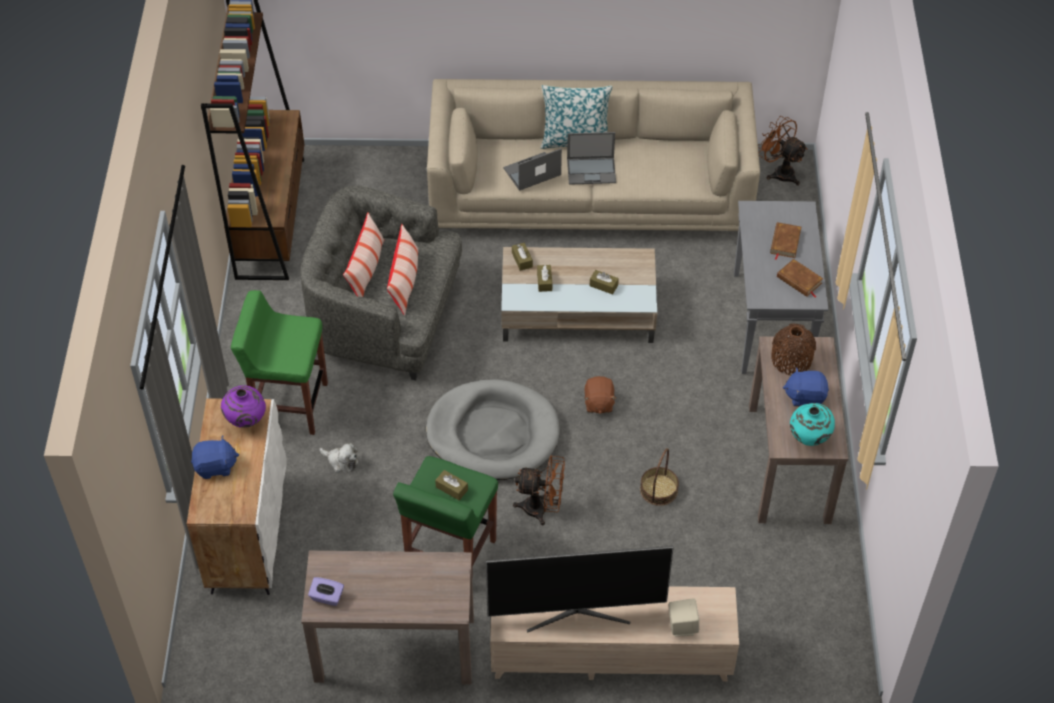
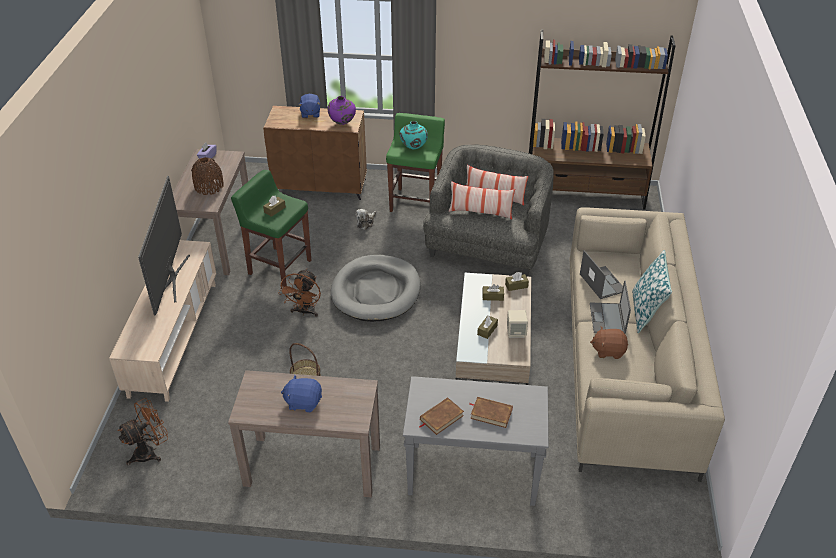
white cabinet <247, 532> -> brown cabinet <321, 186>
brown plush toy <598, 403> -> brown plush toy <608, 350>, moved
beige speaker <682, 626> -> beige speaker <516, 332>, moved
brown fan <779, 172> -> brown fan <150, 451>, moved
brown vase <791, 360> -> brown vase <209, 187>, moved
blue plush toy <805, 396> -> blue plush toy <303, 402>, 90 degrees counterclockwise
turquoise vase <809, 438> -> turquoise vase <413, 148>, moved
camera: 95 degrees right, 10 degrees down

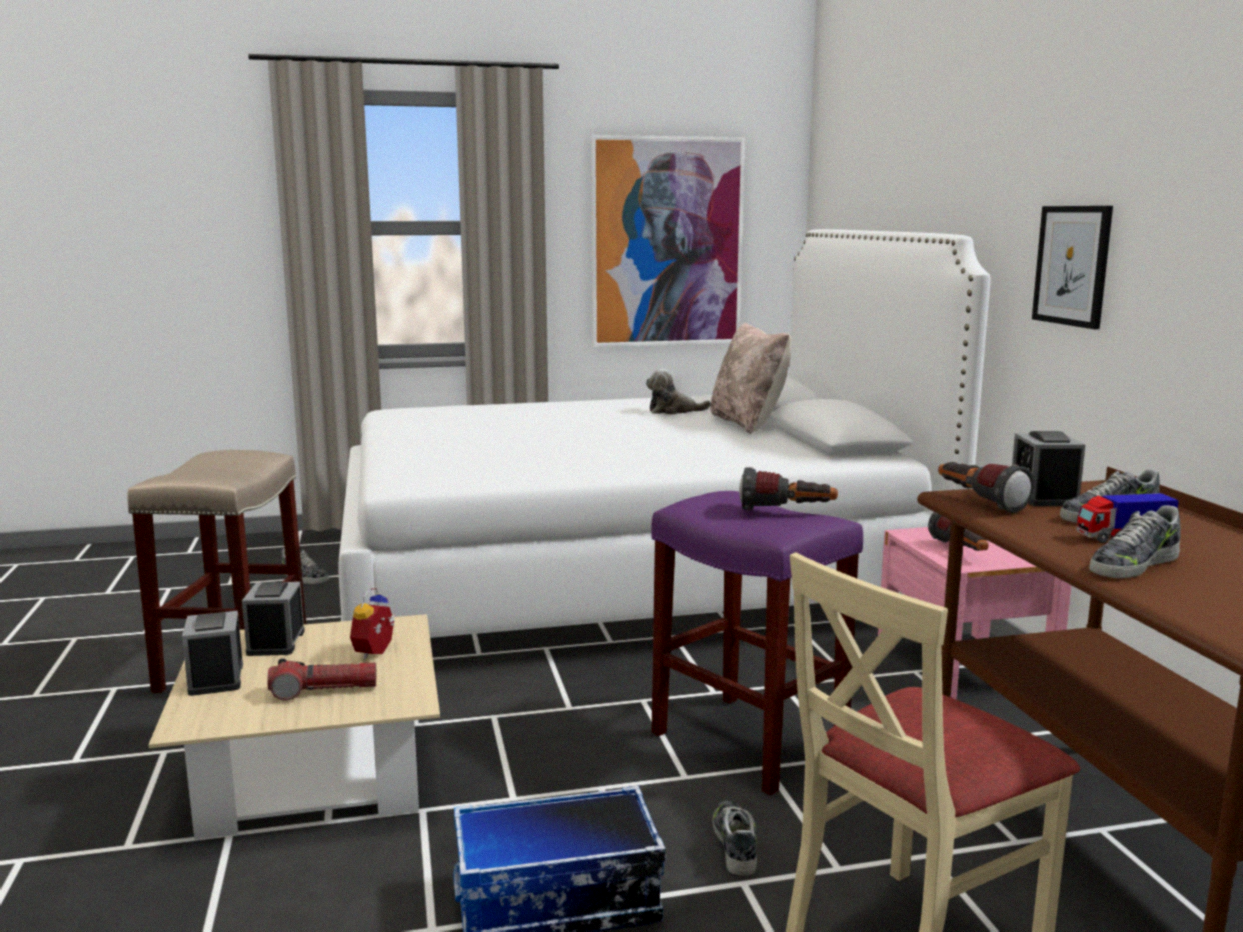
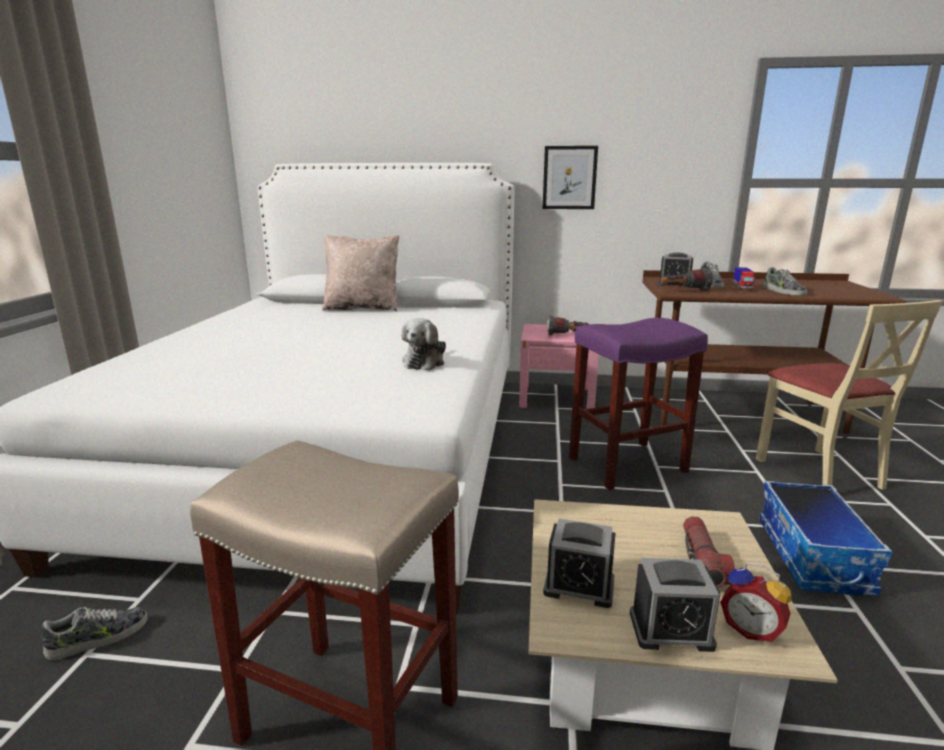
alarm clock <377, 653> -> alarm clock <751, 629>, moved
picture <666, 242> -> none
plush toy <673, 411> -> plush toy <425, 362>, moved
shoe <735, 844> -> none
flashlight <787, 512> -> none
camera: 70 degrees left, 5 degrees up

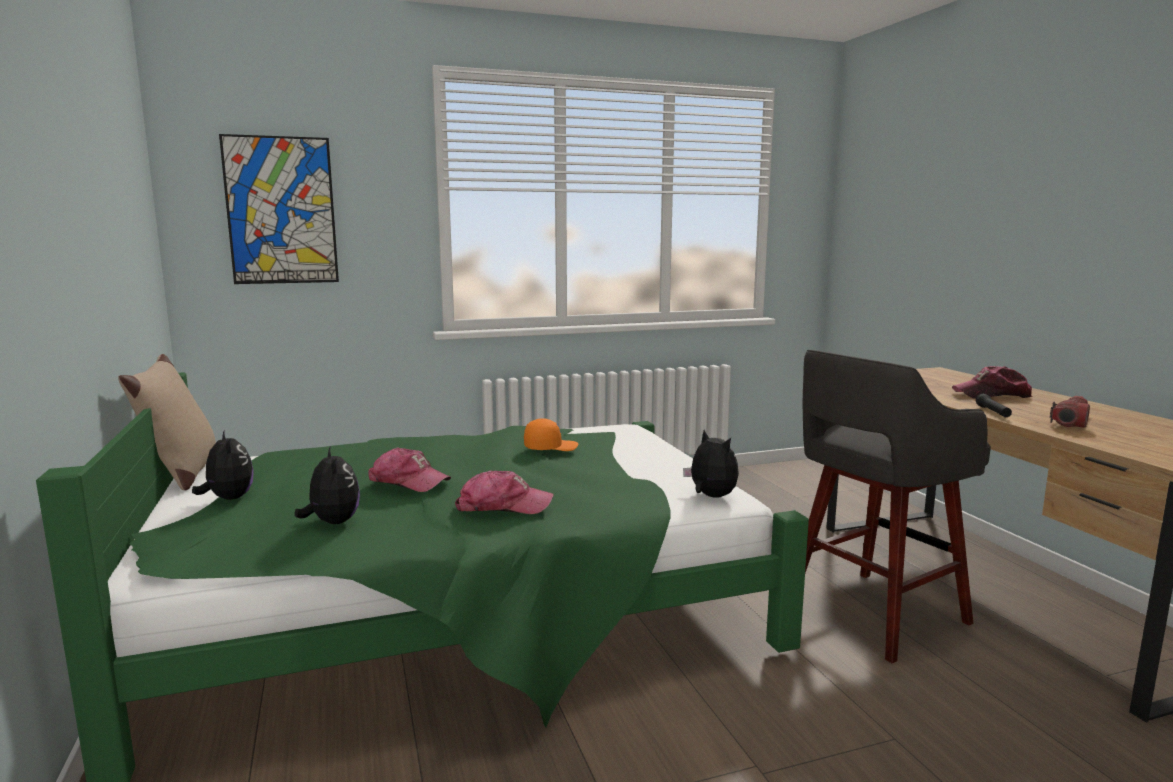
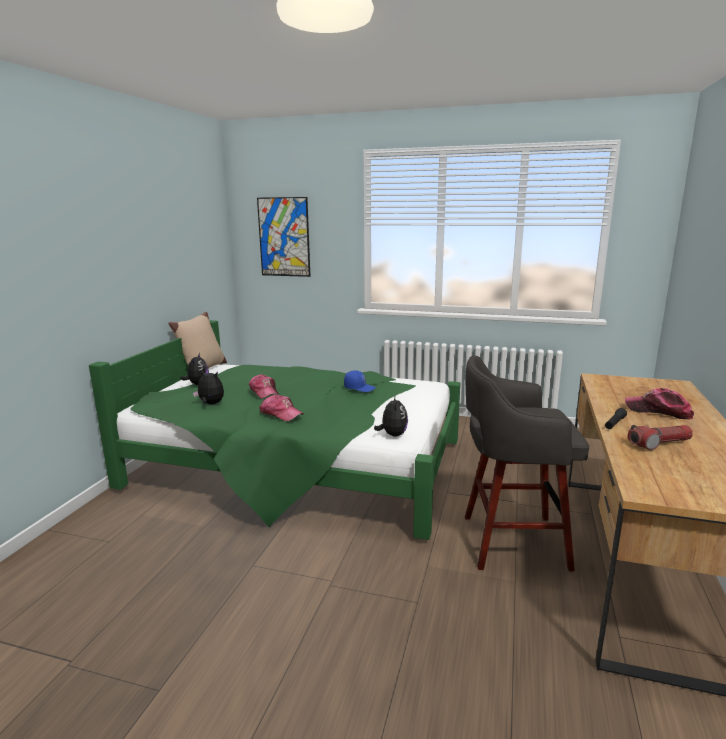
plush toy <332, 522> -> plush toy <210, 404>, 75 degrees counterclockwise
orange cap <550, 447> -> blue cap <359, 388>
camera: 35 degrees right, 5 degrees up

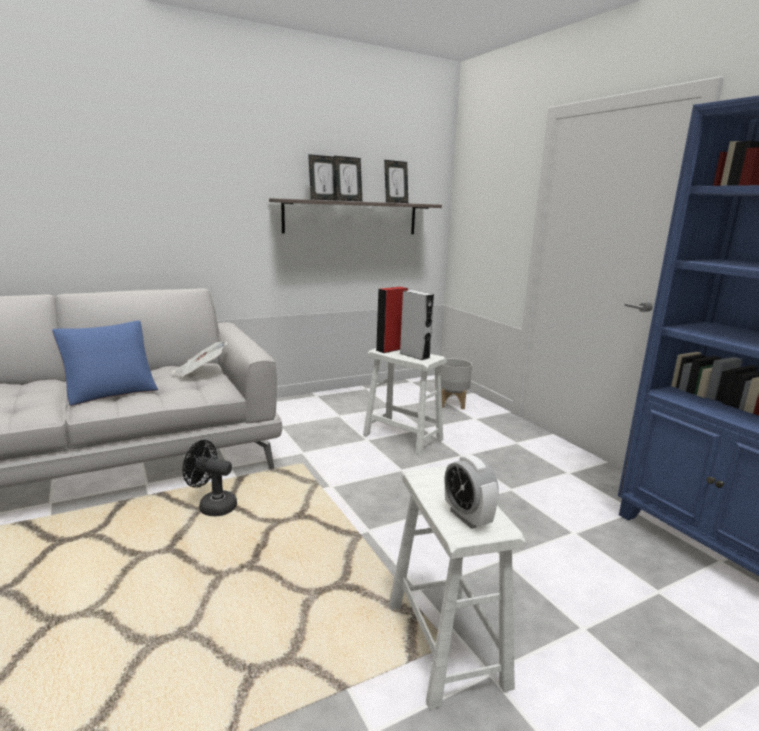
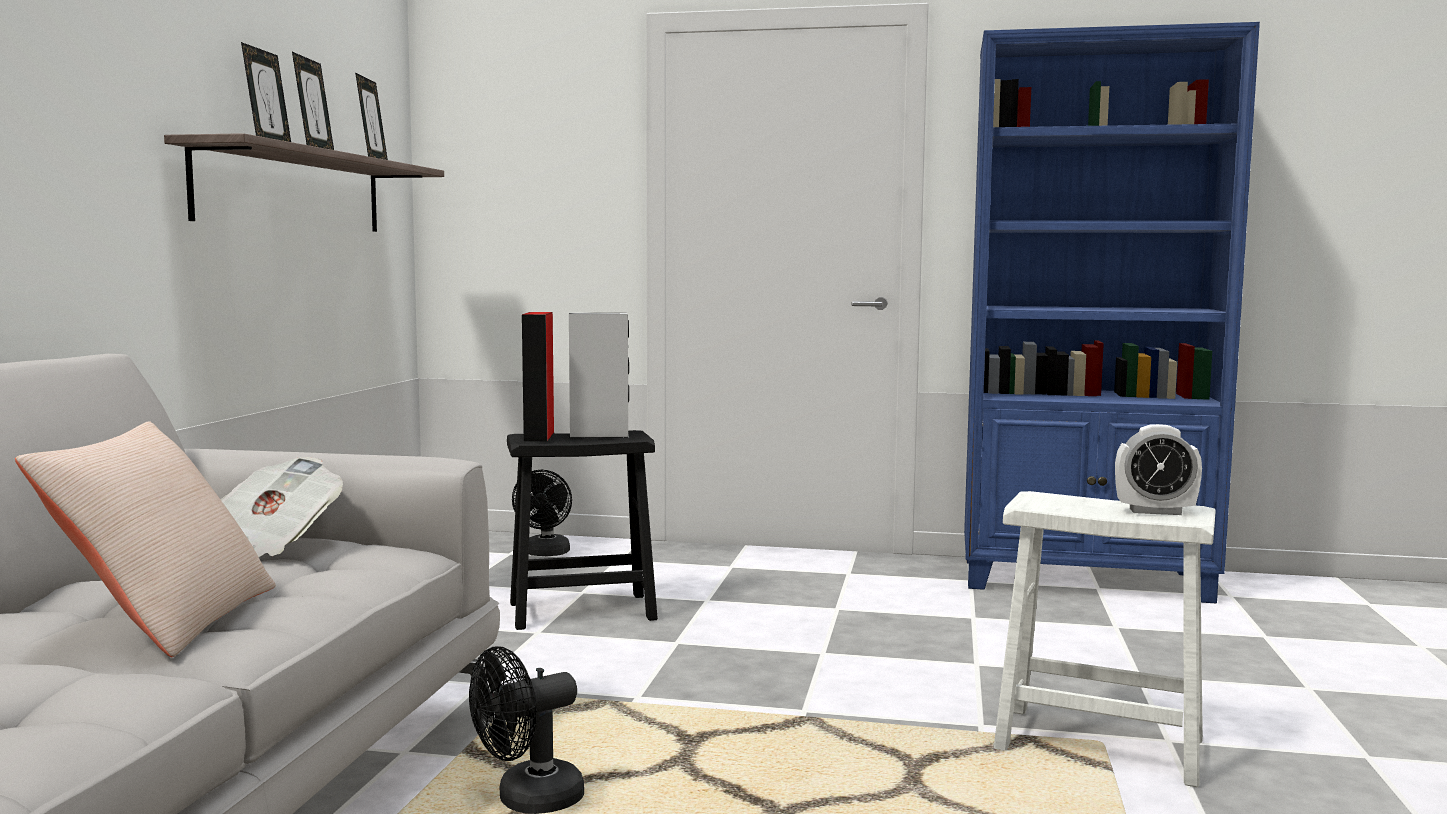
blue pillow <110, 391> -> beige pillow <164, 619>
white stool <403, 437> -> black stool <582, 611>
grey planter <453, 404> -> black fan <546, 554>
camera: 50 degrees left, 10 degrees down

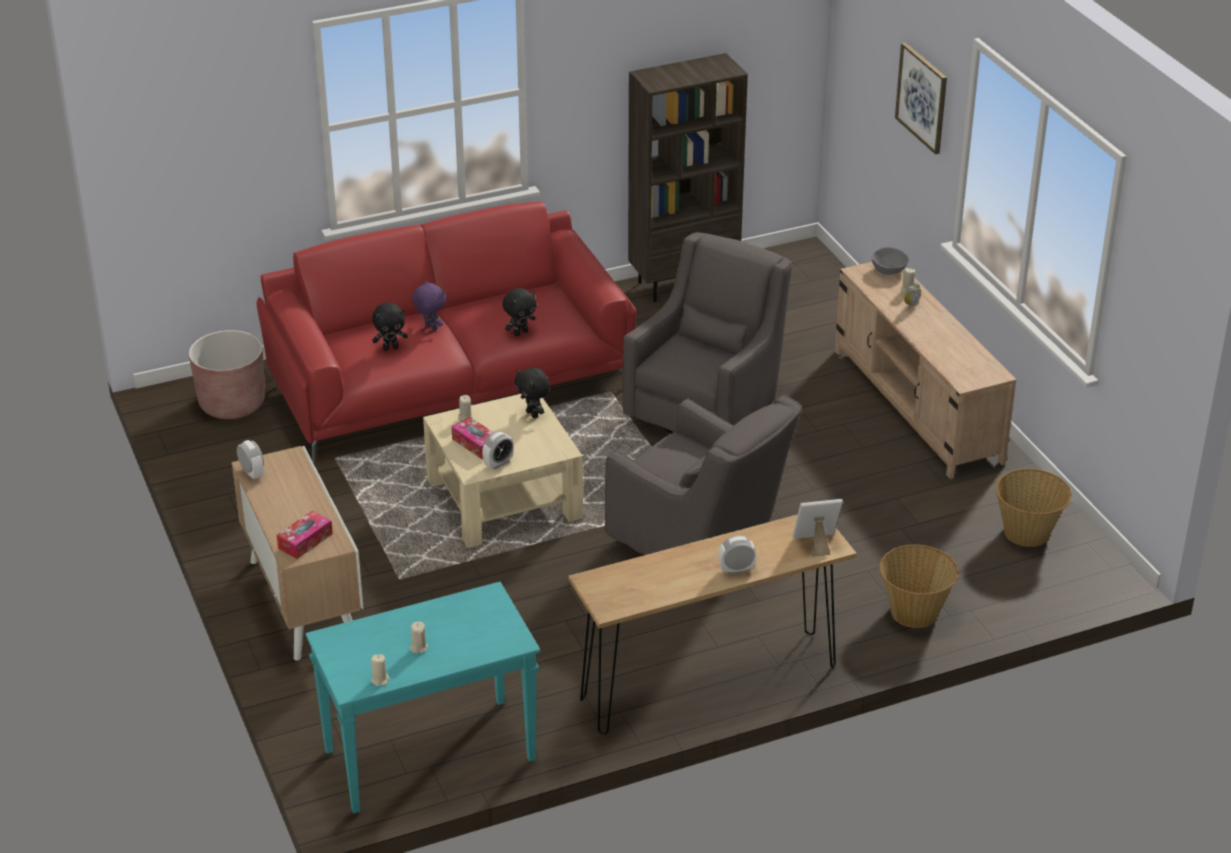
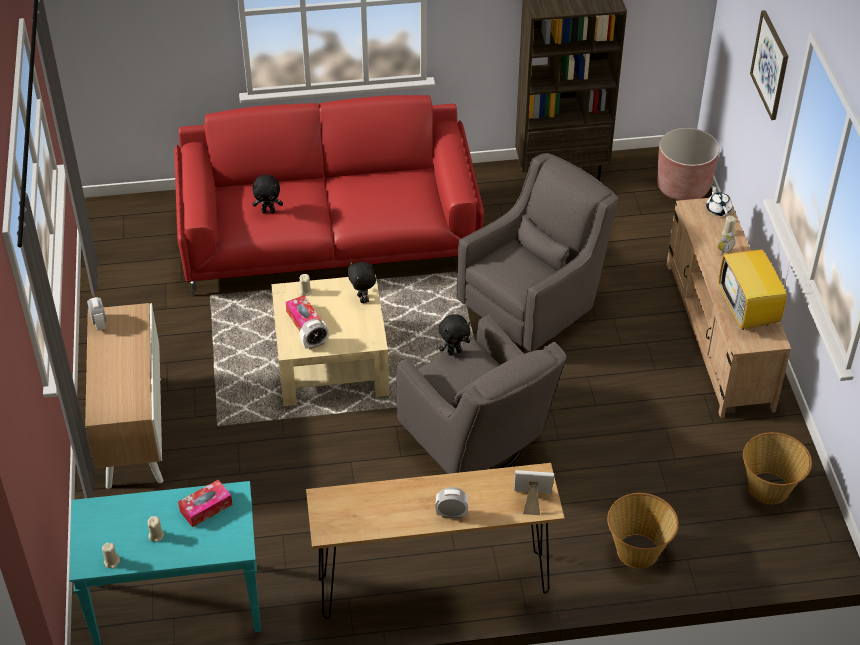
brown planter <232, 404> -> brown planter <683, 187>, moved
tissue box <305, 541> -> tissue box <206, 508>, moved
purple plush toy <430, 328> -> none
black plush toy <520, 333> -> black plush toy <454, 352>, moved
grey bowl <888, 270> -> white teapot <718, 209>
none -> television <749, 312>
camera: 15 degrees right, 10 degrees up

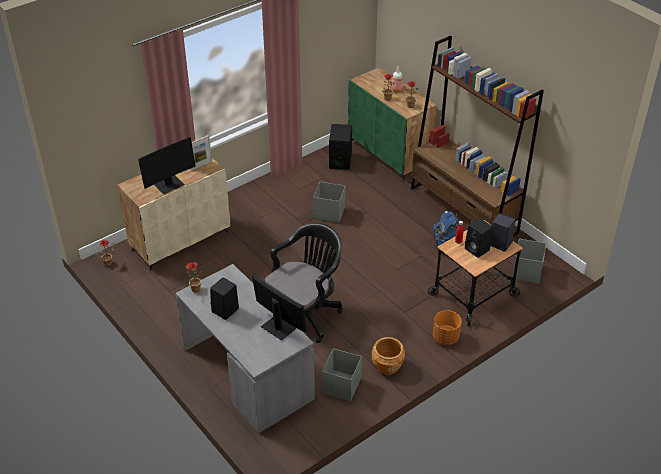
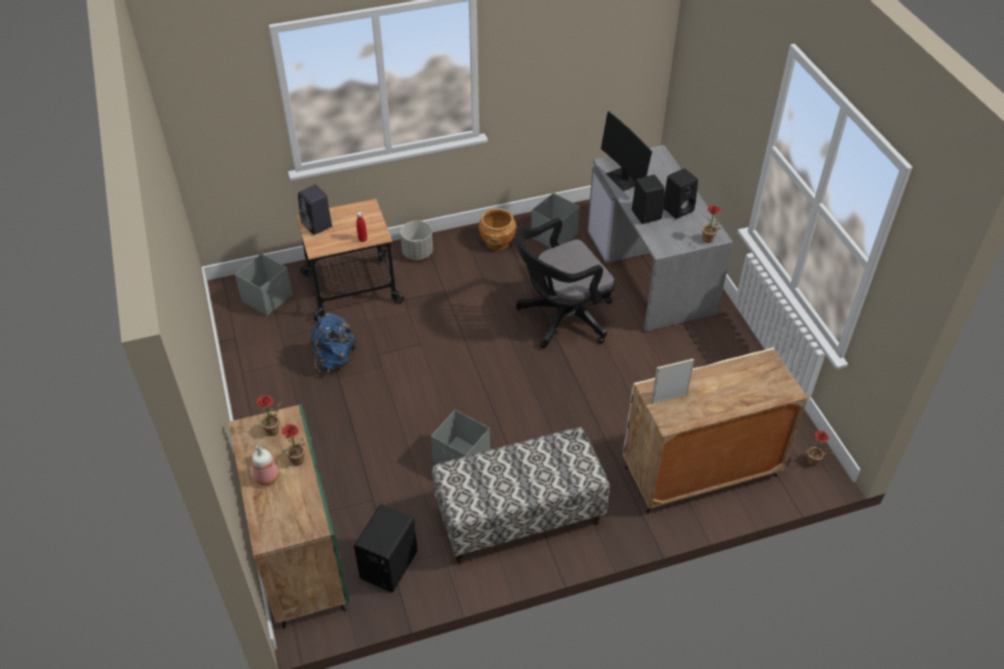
monitor <169, 185> -> none
brown bookcase <463, 210> -> none
orange planter <445, 337> -> grey planter <417, 253>
black speaker <477, 250> -> black speaker <645, 214>, moved
none -> bench <519, 517>
camera: 160 degrees left, 5 degrees up

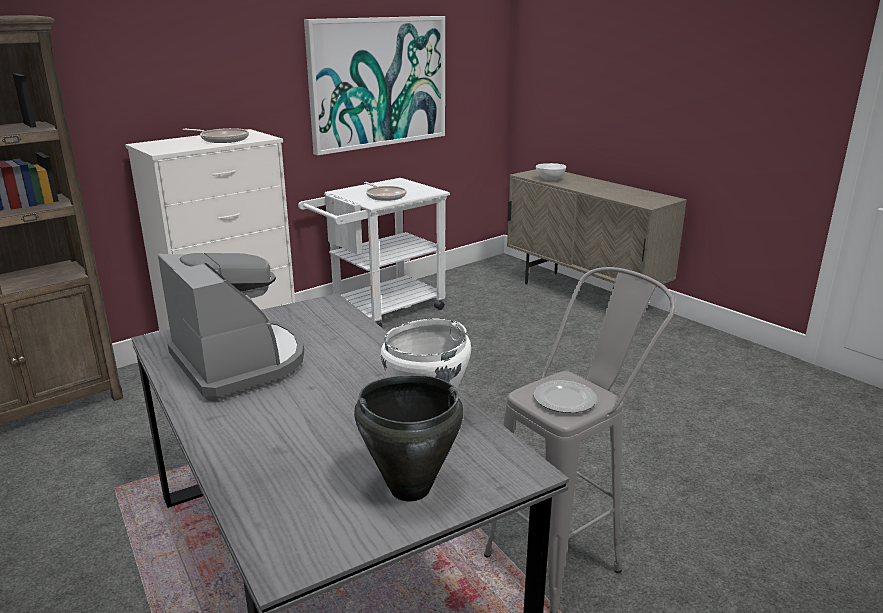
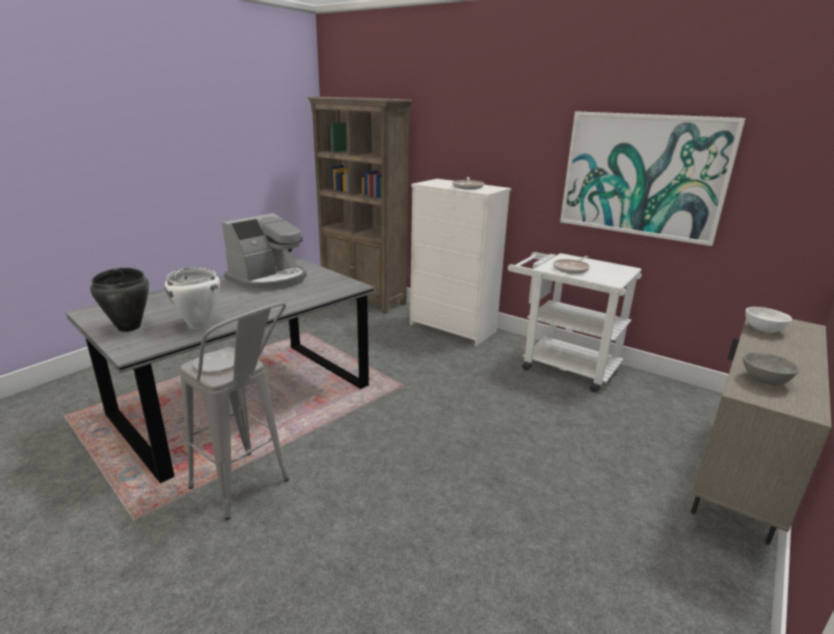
none -> grey bowl <763, 381>
camera: 75 degrees right, 0 degrees up

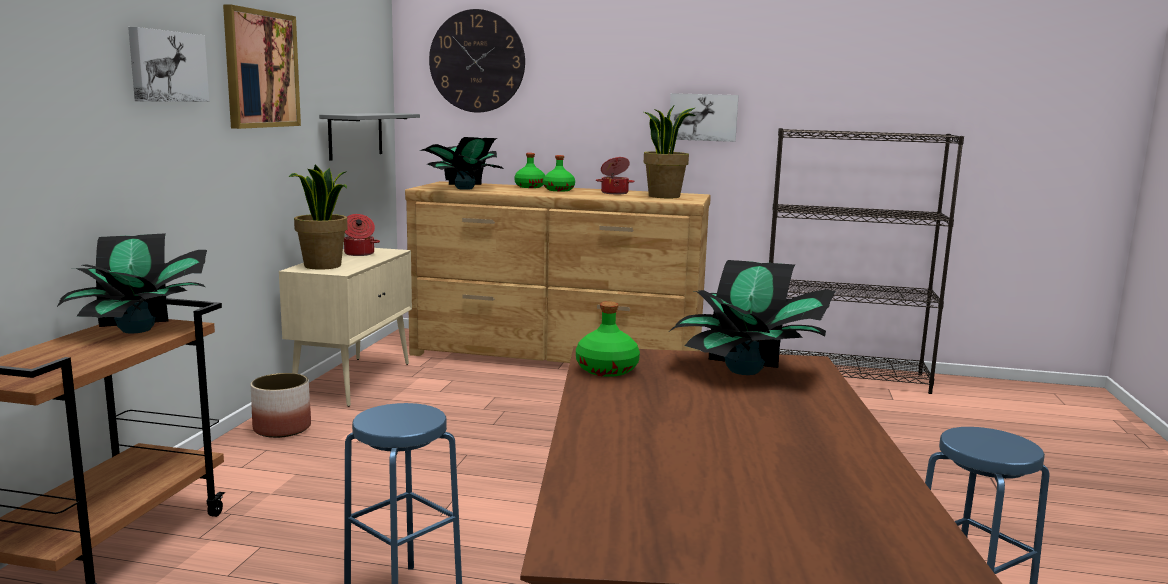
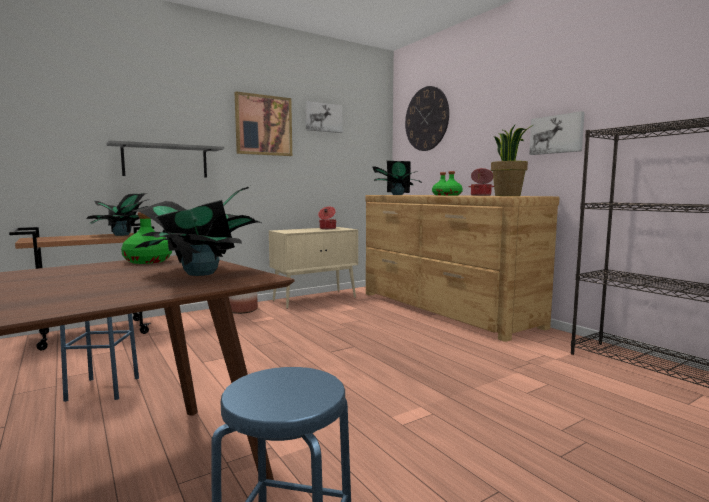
picture <166, 66> -> picture <323, 117>, moved
potted plant <323, 266> -> none
grey shelf <356, 135> -> grey shelf <165, 161>, moved
camera: 45 degrees right, 5 degrees down

